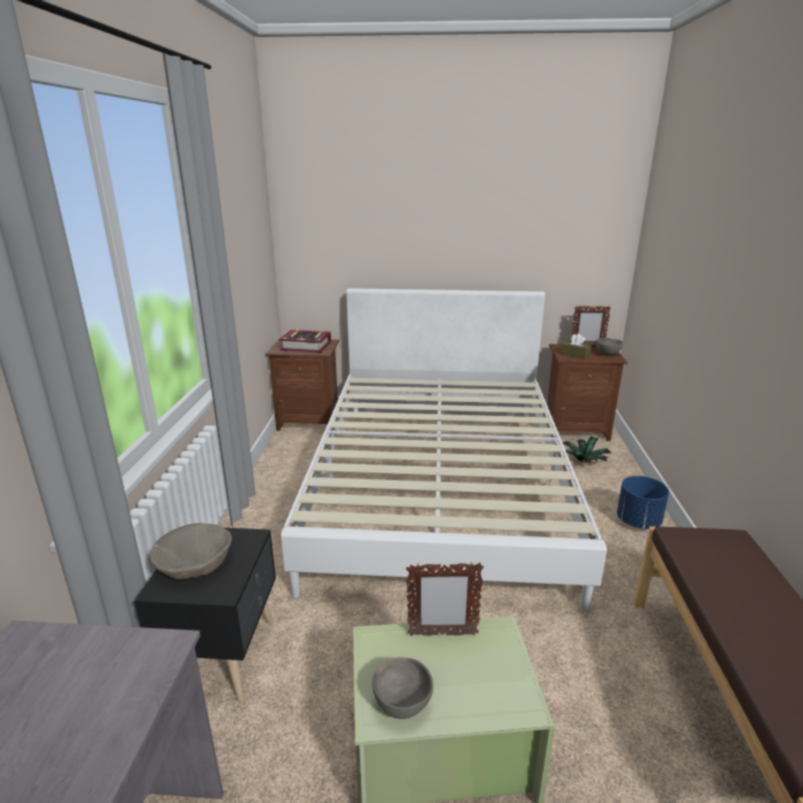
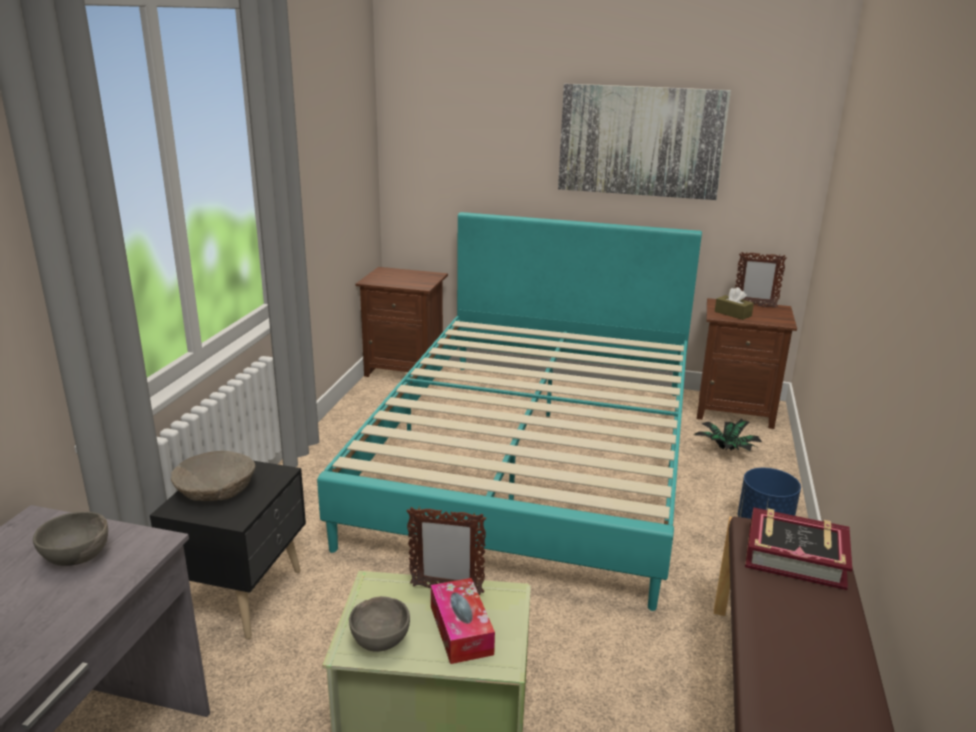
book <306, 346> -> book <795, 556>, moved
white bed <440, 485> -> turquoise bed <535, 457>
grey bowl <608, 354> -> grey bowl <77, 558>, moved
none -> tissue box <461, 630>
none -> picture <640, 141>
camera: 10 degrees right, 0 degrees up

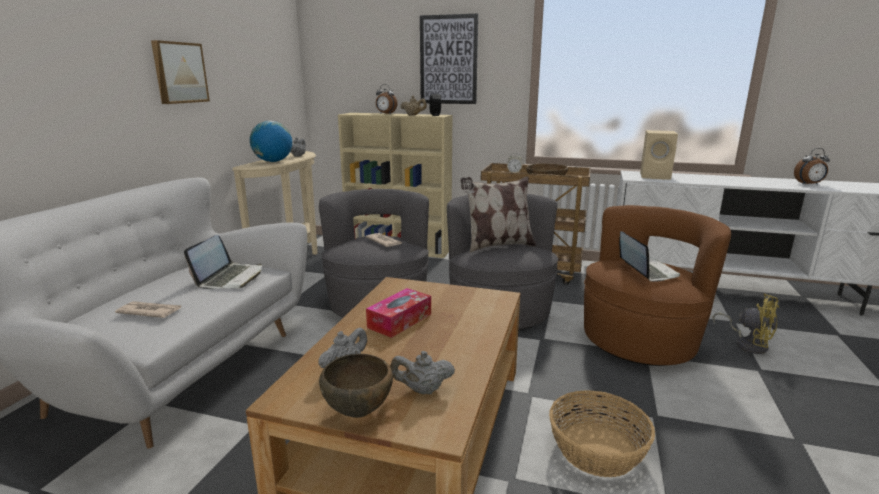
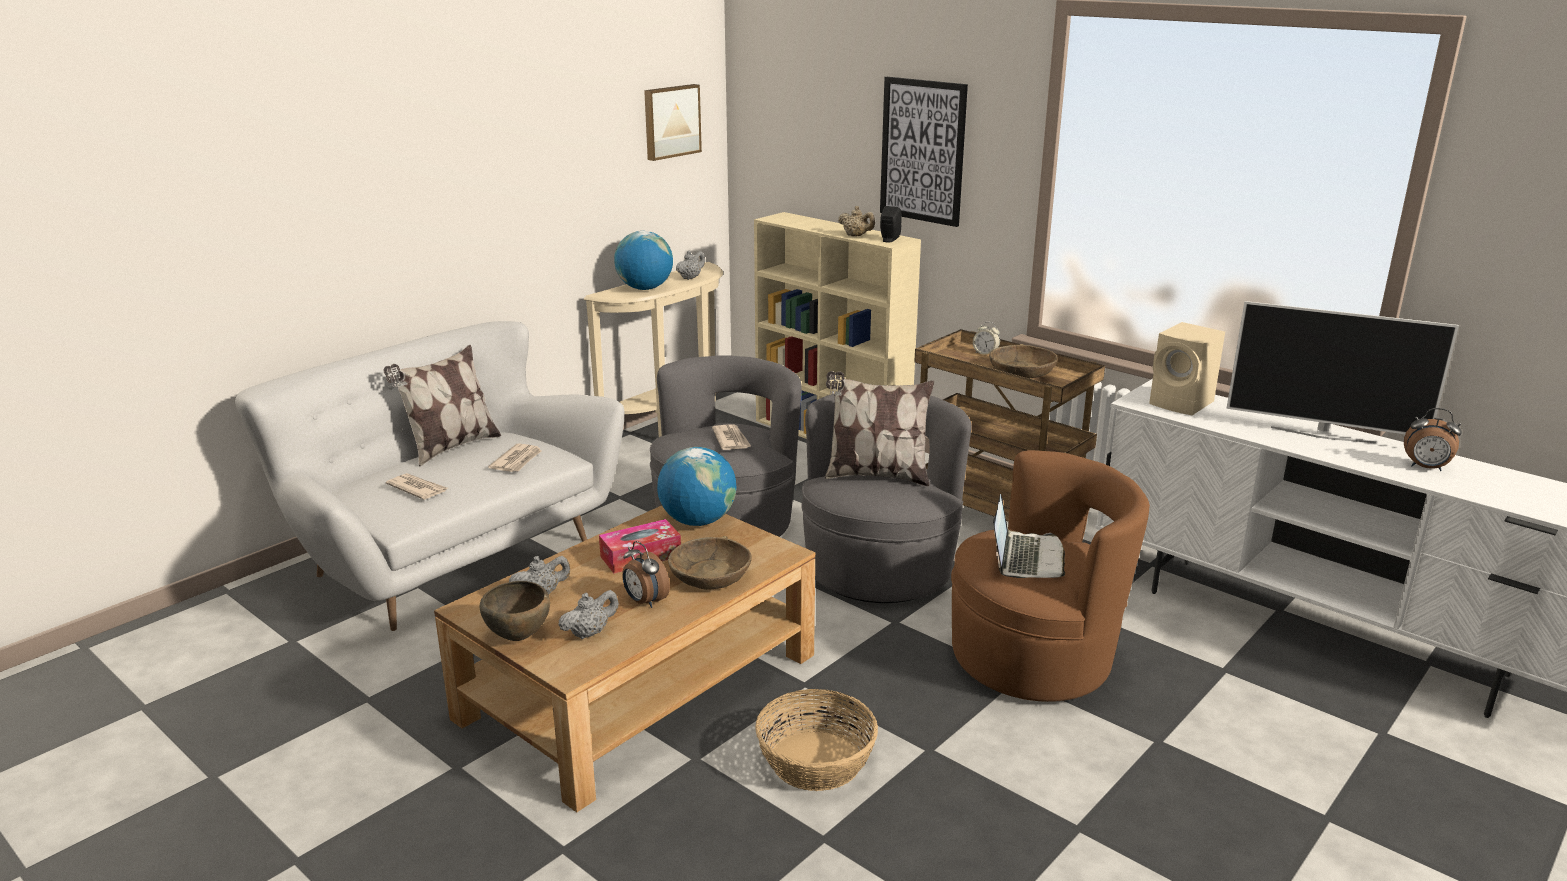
picture <179, 73> -> picture <670, 121>, moved
laptop <230, 278> -> newspaper <517, 461>
alarm clock <385, 114> -> alarm clock <645, 602>, moved
grey teapot <422, 390> -> grey teapot <590, 633>, 120 degrees clockwise
yellow fan <748, 344> -> none
none -> pillow <450, 447>
none -> globe <698, 521>
none -> brown bowl <710, 575>
none -> television <1322, 434>
camera: 25 degrees right, 5 degrees up

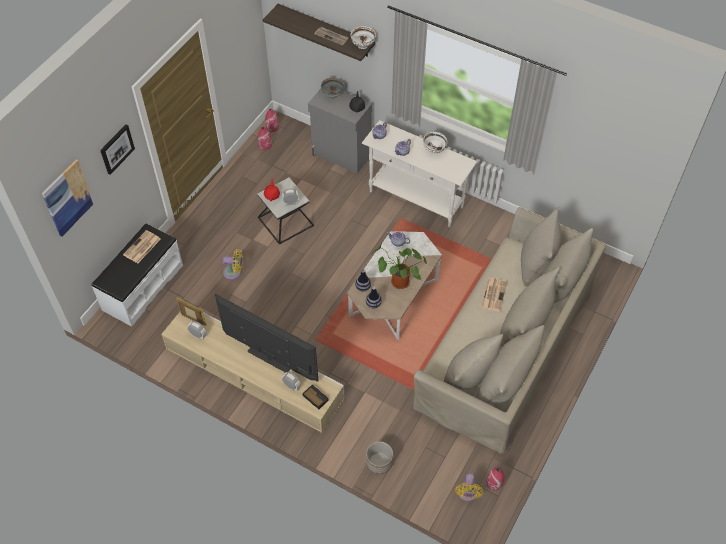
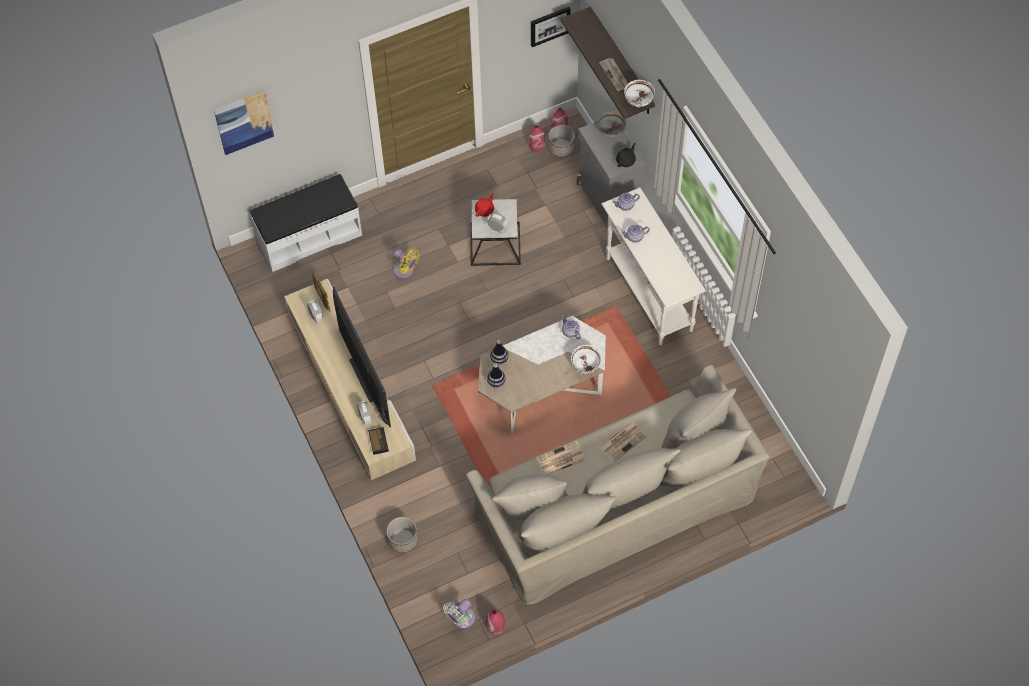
picture <116, 149> -> picture <549, 25>, moved
newspaper <142, 247> -> newspaper <560, 459>, moved
potted plant <398, 283> -> none
white bowl <434, 150> -> white bowl <585, 366>, moved
yellow fan <467, 494> -> white fan <461, 619>
none -> planter <561, 148>
camera: 35 degrees right, 5 degrees up

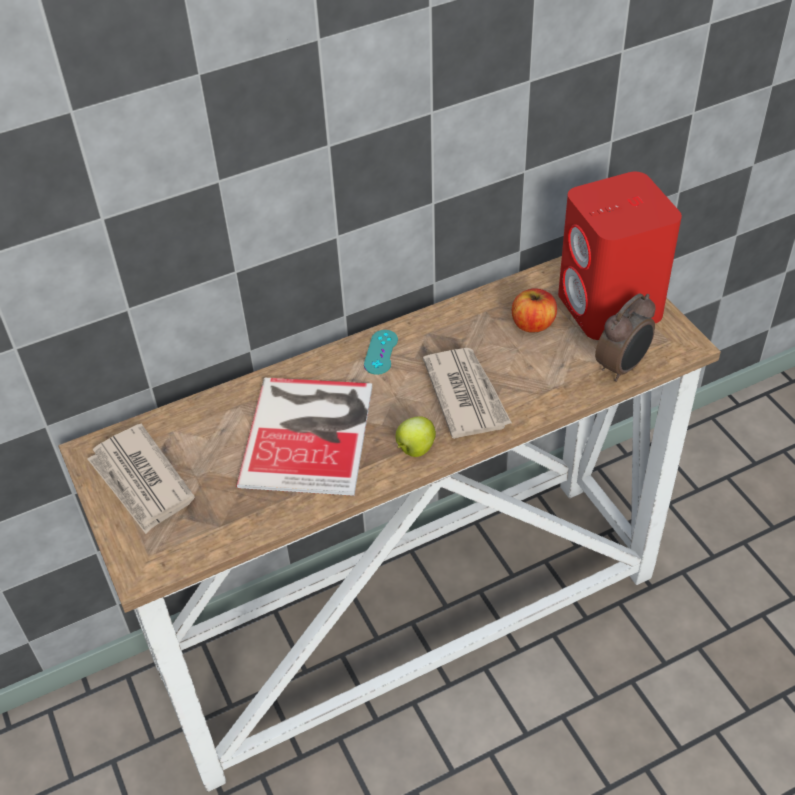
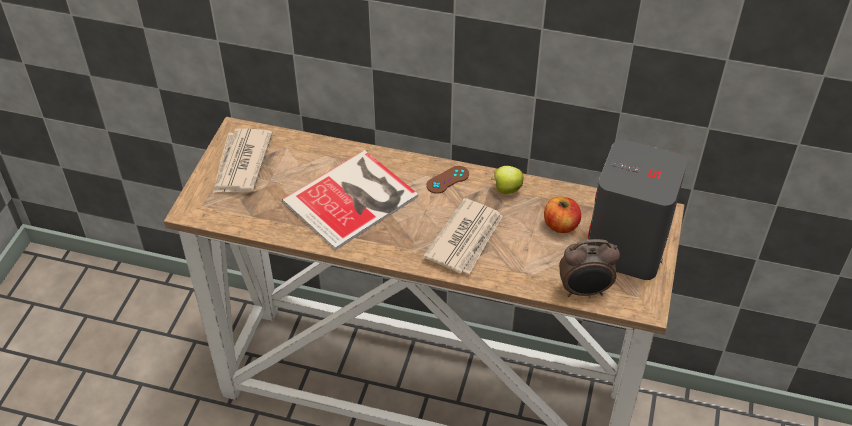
turquoise game controller <381, 352> -> brown game controller <447, 180>
apple <415, 449> -> apple <506, 189>, moved
red speaker <610, 307> -> grey speaker <626, 249>
camera: 40 degrees right, 0 degrees up

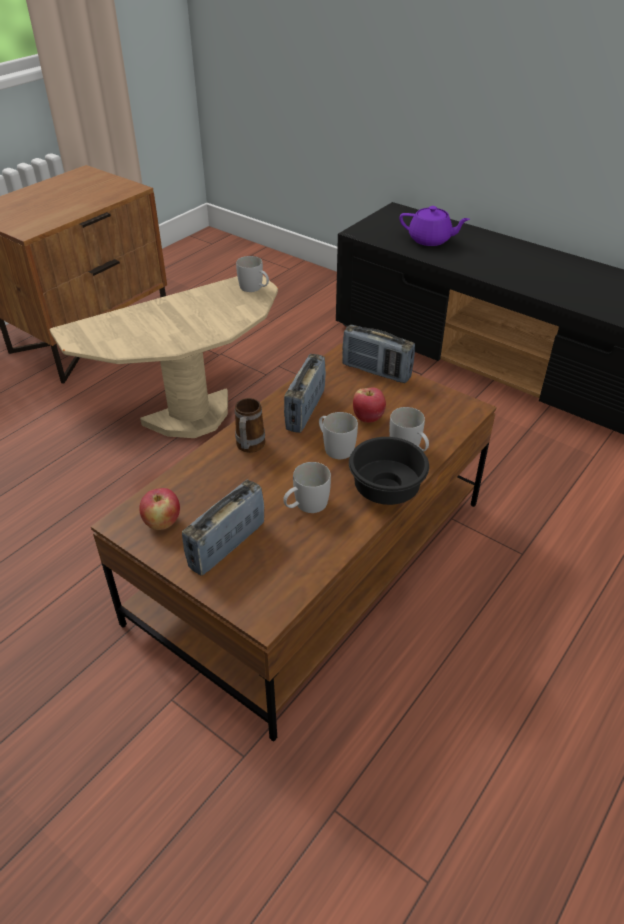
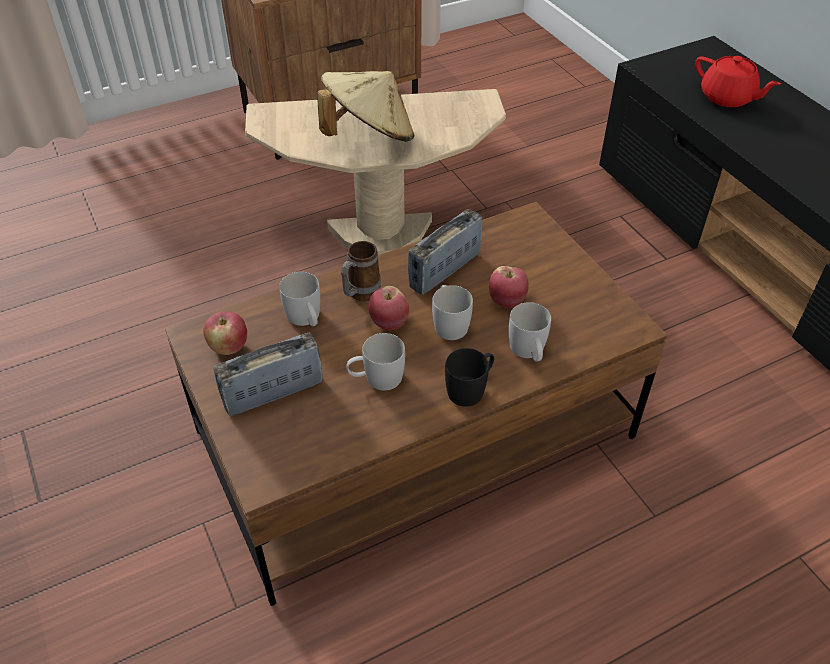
white mug <254, 288> -> white mug <306, 319>, moved
radio <376, 371> -> none
black bowl <384, 488> -> black mug <471, 388>
purple teapot <430, 240> -> red teapot <727, 98>
none -> beige hat <369, 136>
none -> apple <389, 323>
camera: 25 degrees right, 5 degrees up

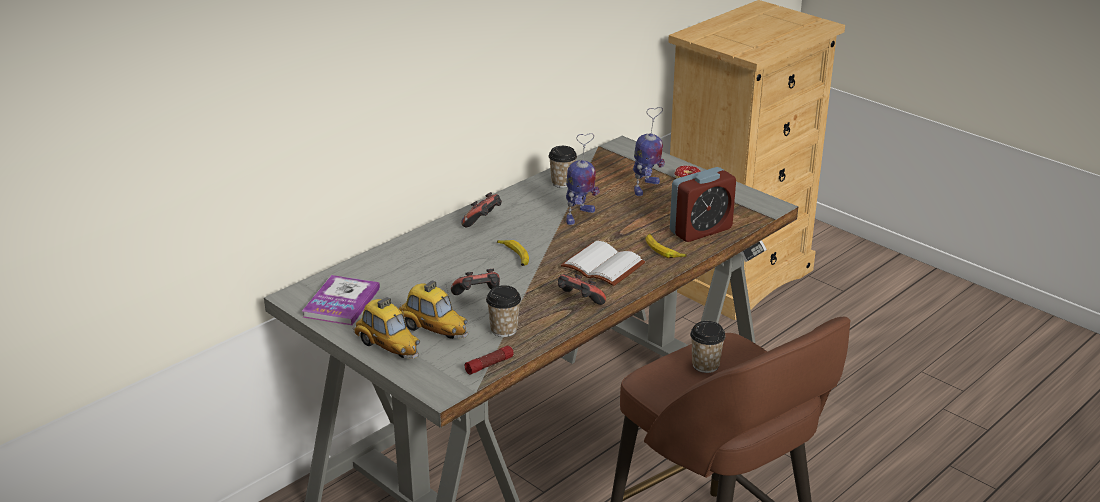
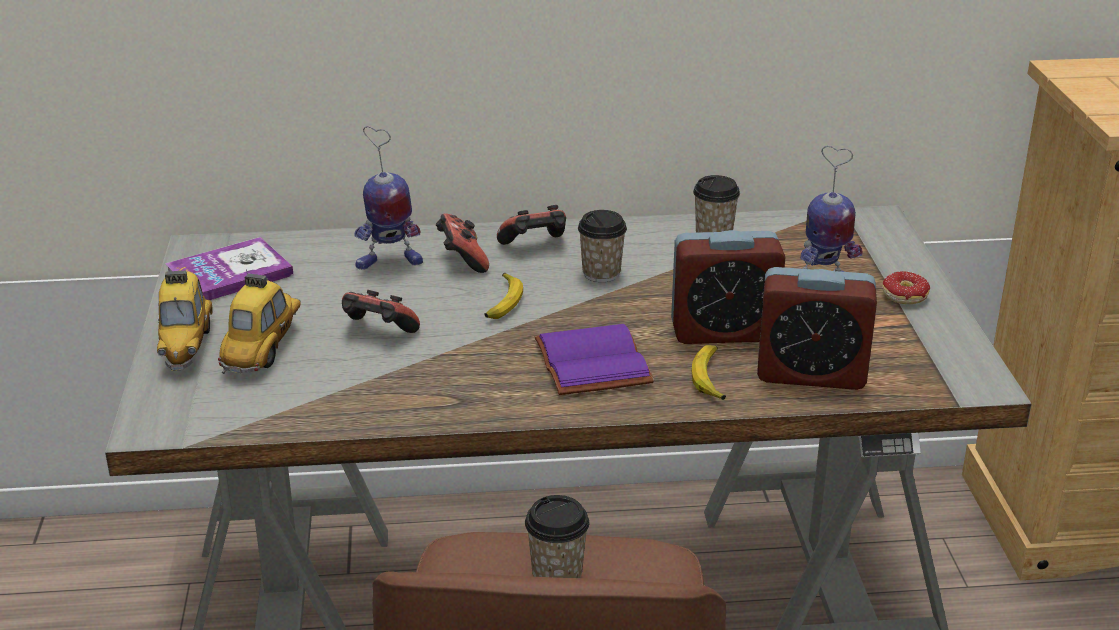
toy car <433, 330> -> toy car <264, 349>, 150 degrees counterclockwise
flashlight <489, 365> -> none
cup <504, 330> -> cup <601, 273>, moved
game controller <579, 302> -> game controller <462, 260>, moved
white book <600, 266> -> purple book <588, 362>
toy robot <579, 216> -> toy robot <388, 263>, moved
none -> alarm clock <723, 331>
camera: 40 degrees right, 0 degrees up

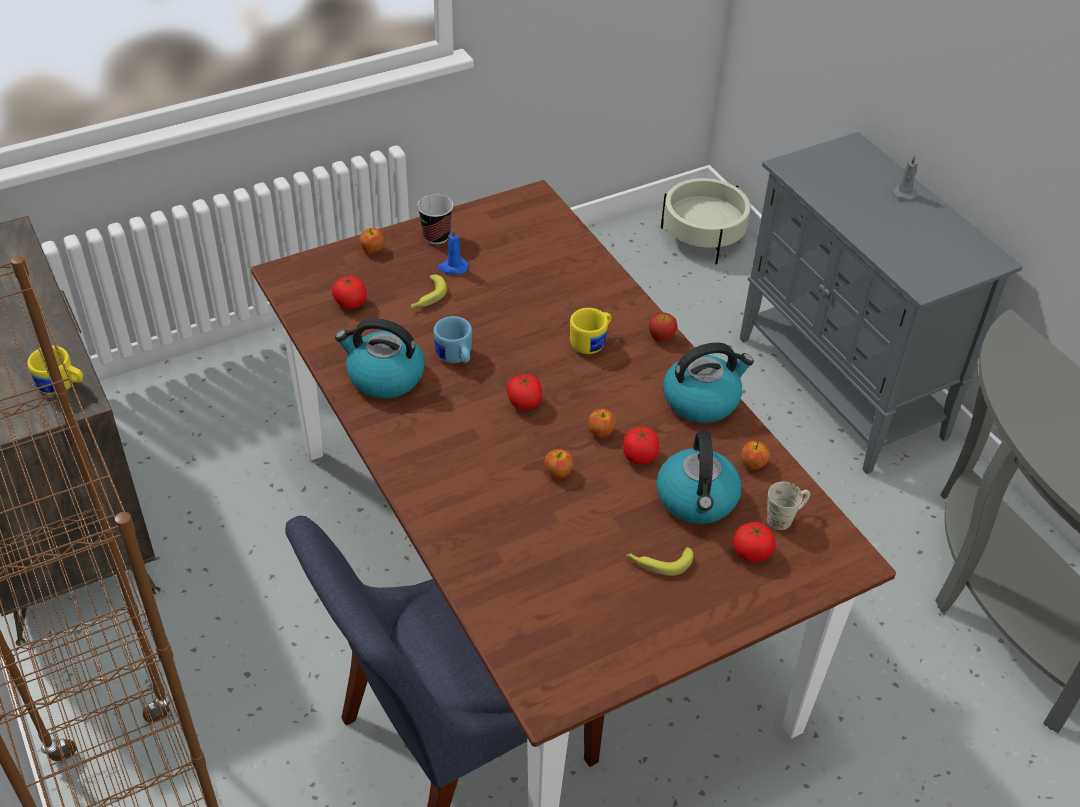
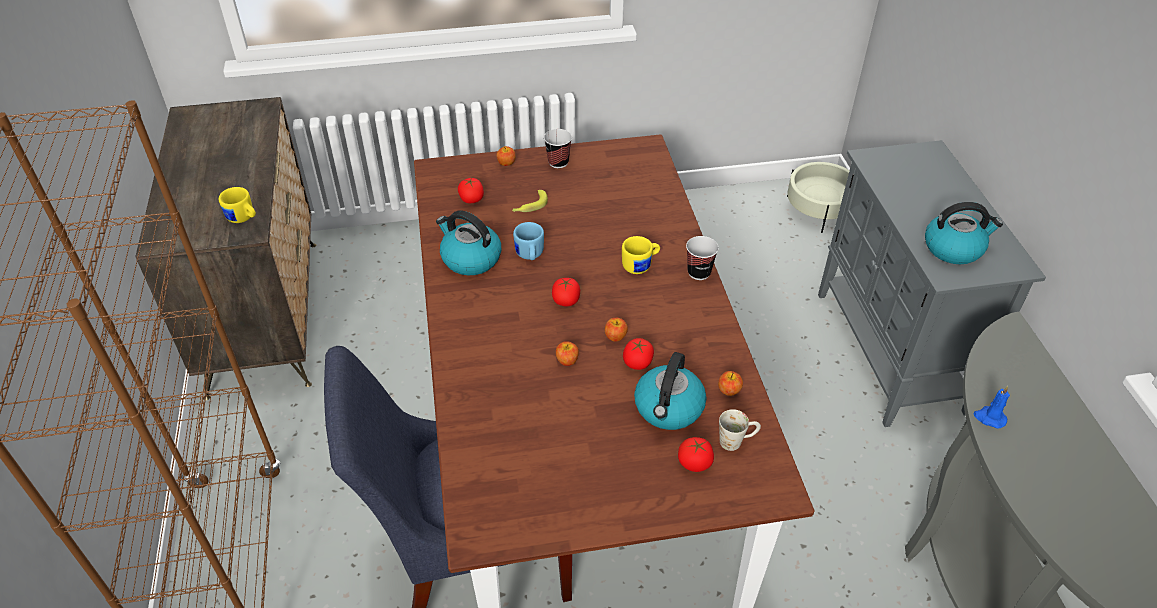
blue candle <452, 267> -> blue candle <989, 418>, moved
banana <659, 562> -> none
apple <661, 337> -> cup <699, 272>
kettle <702, 400> -> kettle <954, 248>, moved
grey candle <904, 192> -> none
camera: 20 degrees right, 0 degrees up

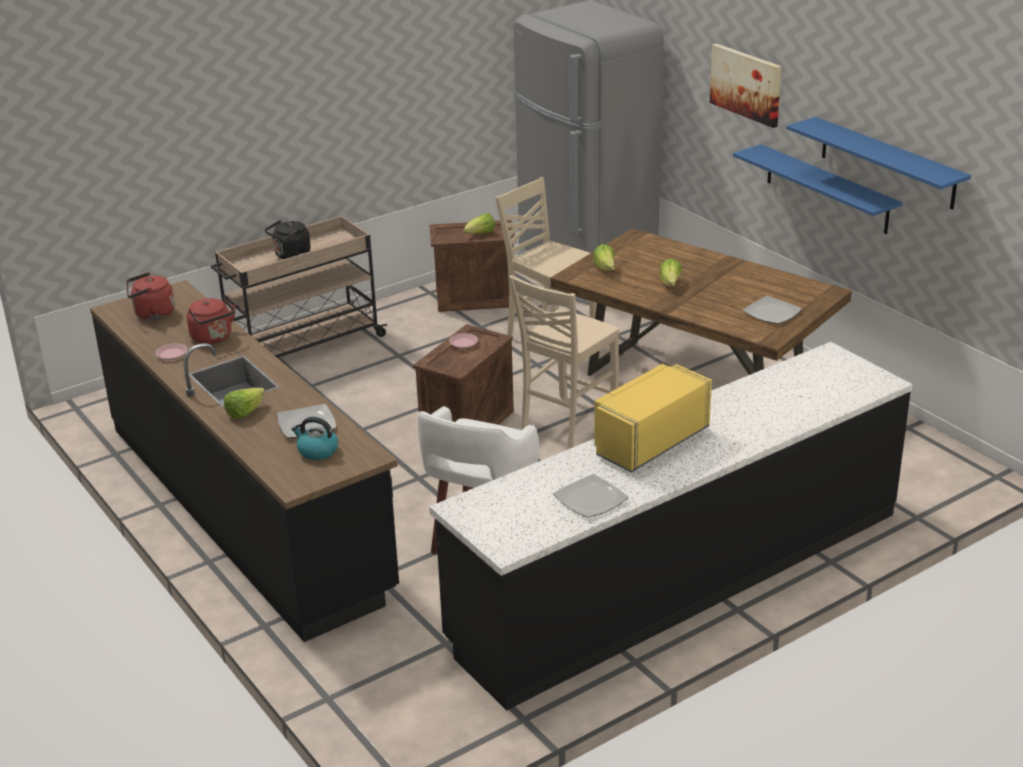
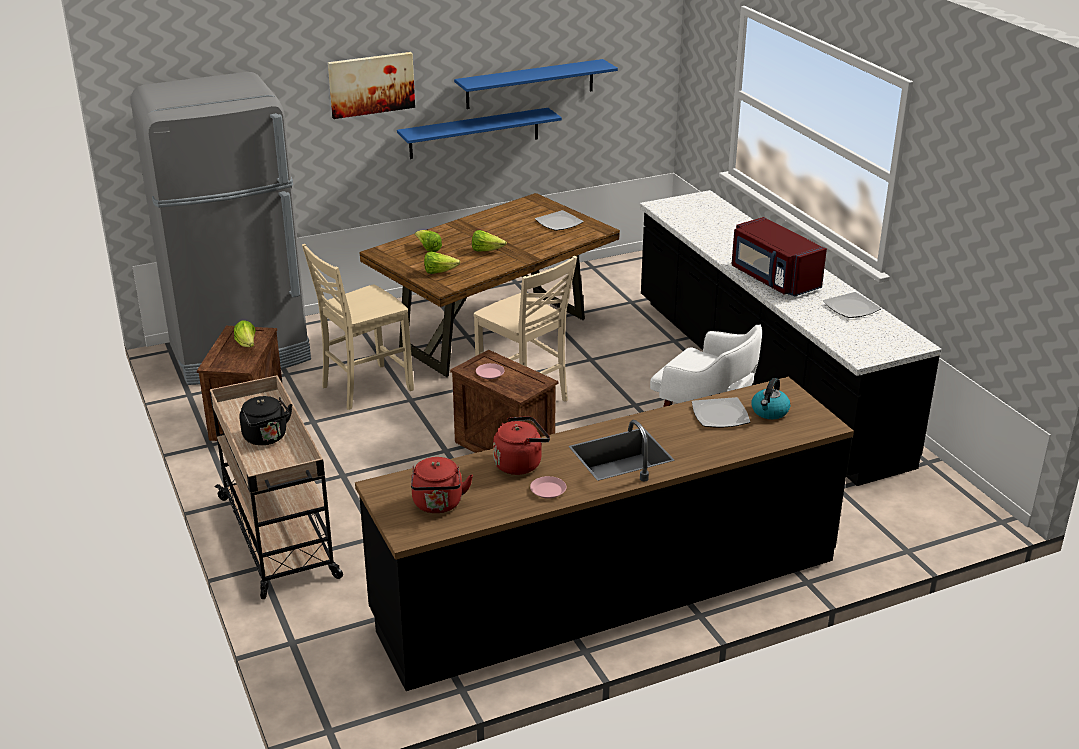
lettuce <245, 412> -> lettuce <428, 249>, moved
yellow microwave <649, 442> -> red microwave <773, 279>
camera: 80 degrees left, 0 degrees up

